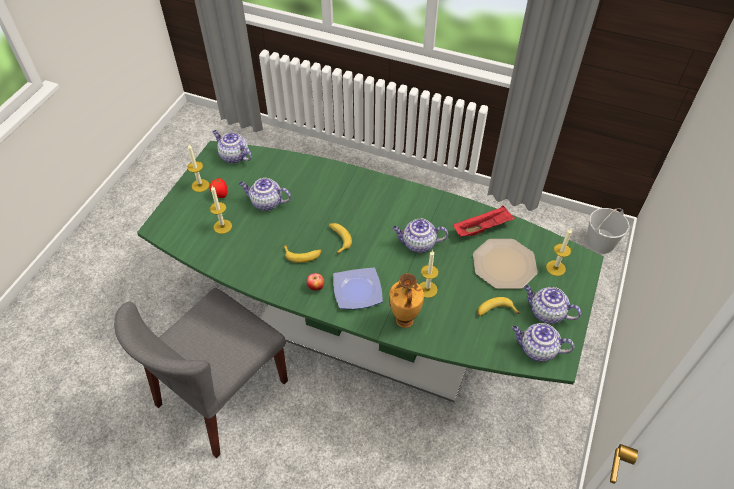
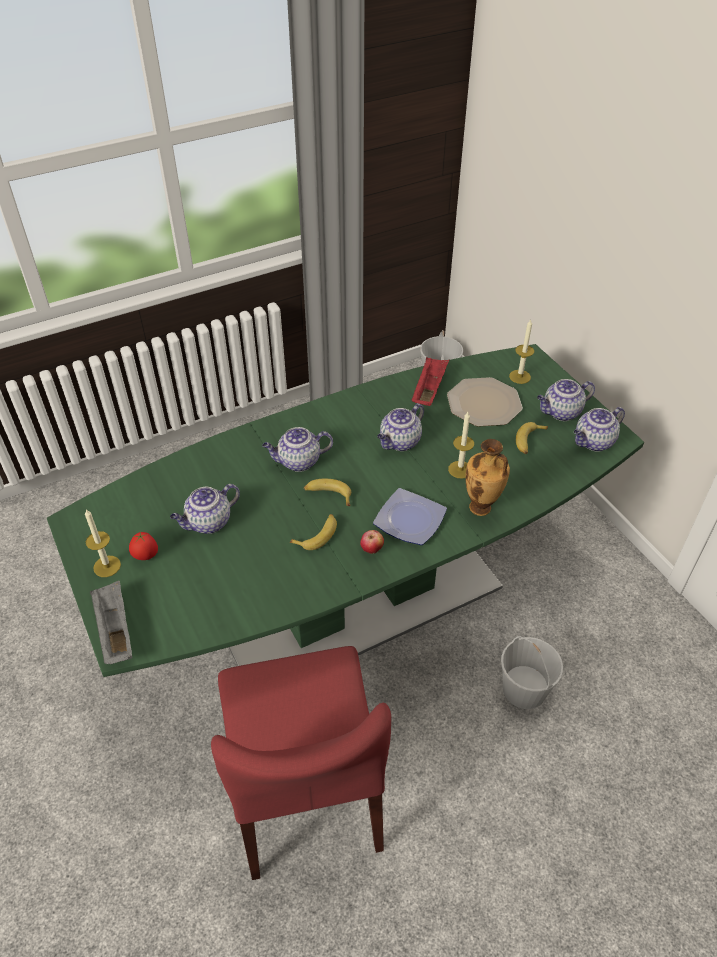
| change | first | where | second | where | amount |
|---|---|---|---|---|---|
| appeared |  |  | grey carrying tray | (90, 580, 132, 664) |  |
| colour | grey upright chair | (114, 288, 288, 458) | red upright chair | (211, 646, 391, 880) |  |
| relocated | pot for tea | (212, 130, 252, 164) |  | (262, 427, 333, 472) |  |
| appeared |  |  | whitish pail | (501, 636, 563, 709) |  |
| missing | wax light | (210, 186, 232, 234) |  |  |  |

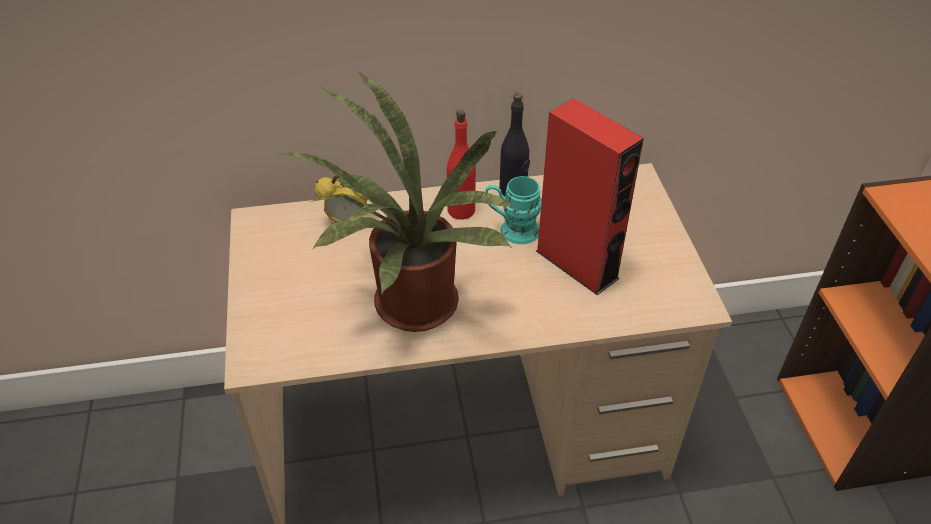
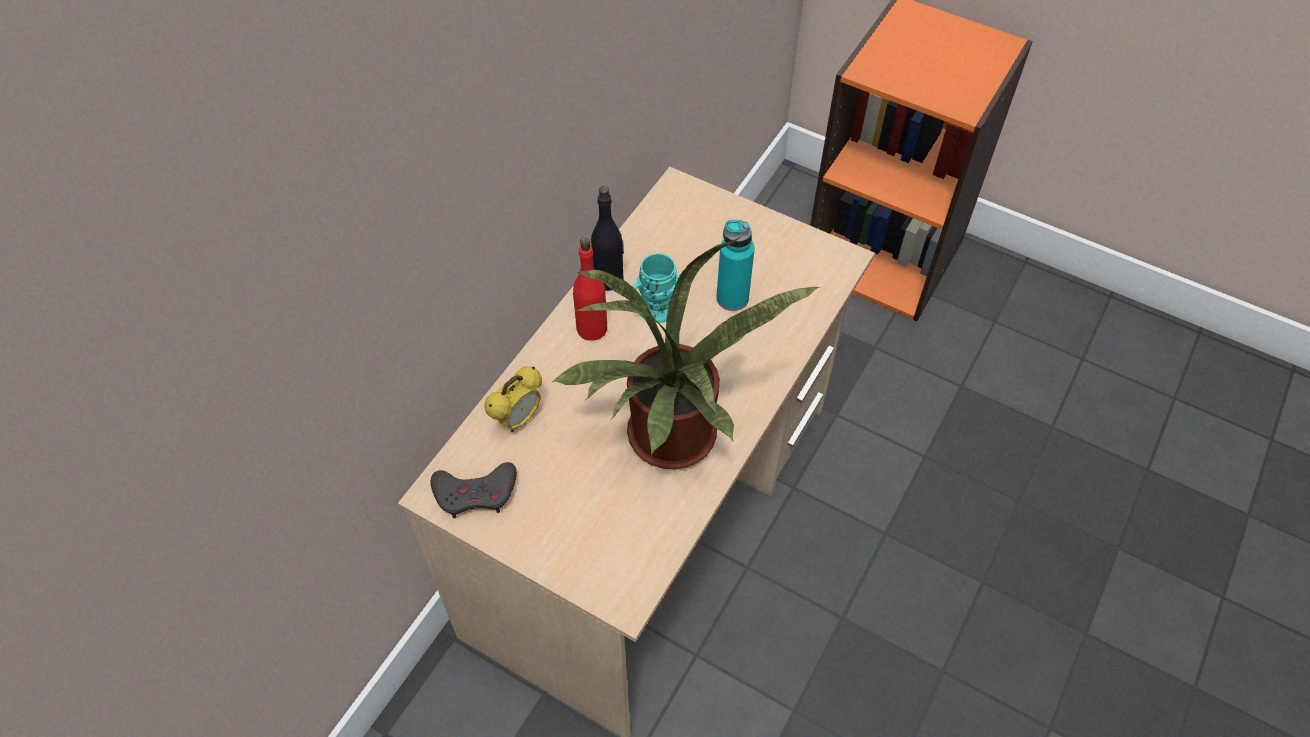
| change | first | where | second | where | amount |
|---|---|---|---|---|---|
| appeared |  |  | grey gamepad | (431, 462, 517, 518) |  |
| exchanged | red loudspeaker | (536, 98, 644, 295) | turquoise drink bottle | (716, 220, 755, 311) |  |

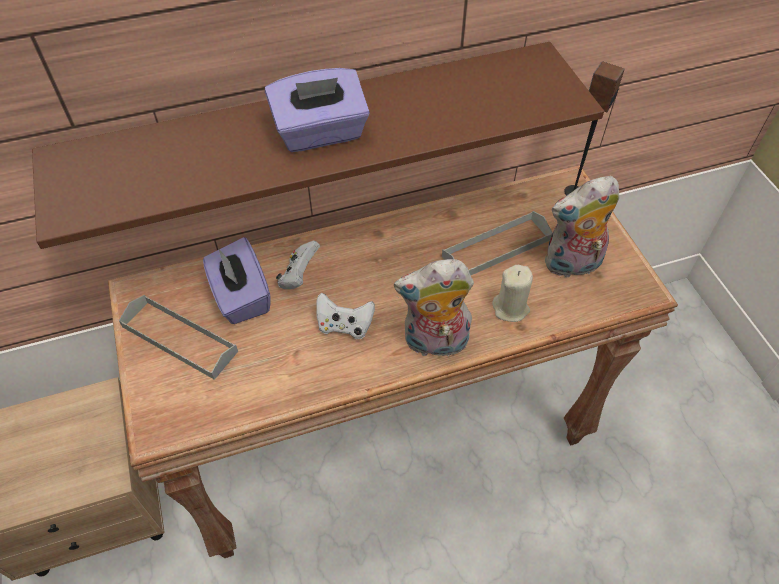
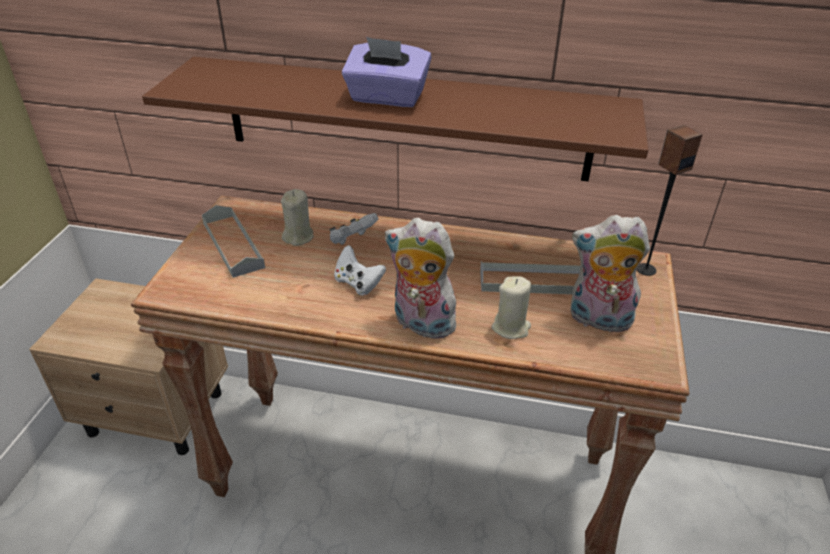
| change | first | where | second | where | amount |
|---|---|---|---|---|---|
| exchanged | purple-coloured tissue holder | (203, 237, 271, 324) | beige-coloured wax light | (281, 189, 314, 246) |  |

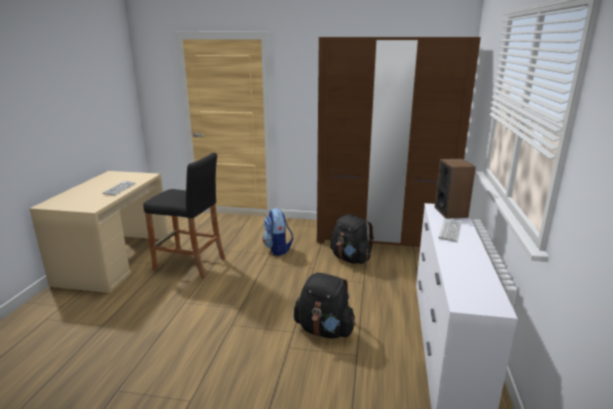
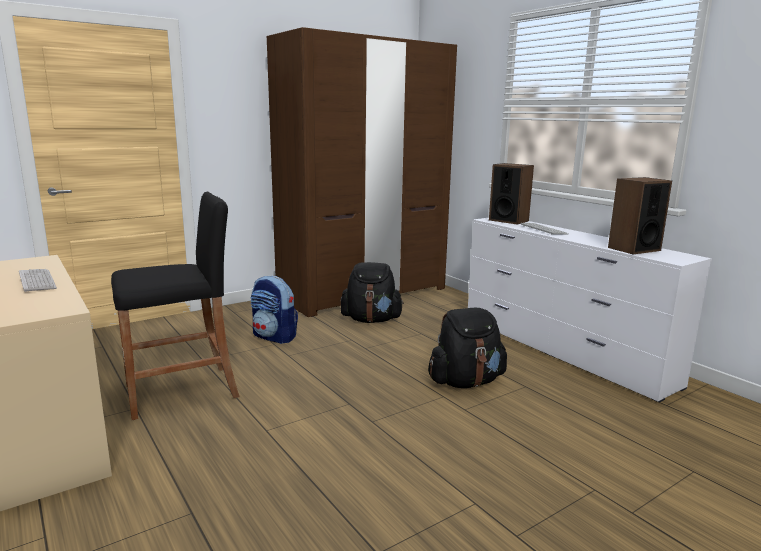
| change | first | where | second | where | amount |
|---|---|---|---|---|---|
| appeared |  |  | loudspeaker | (608, 177, 672, 255) |  |

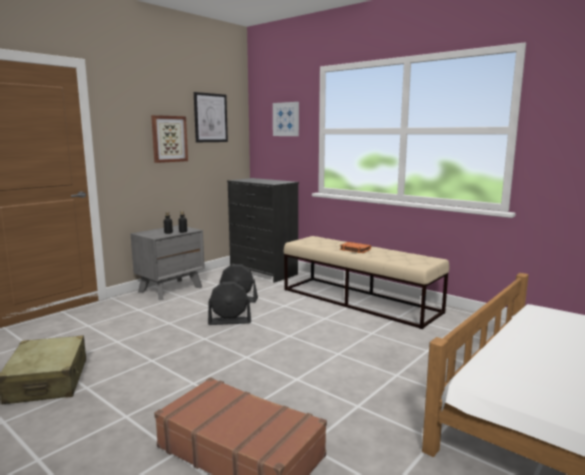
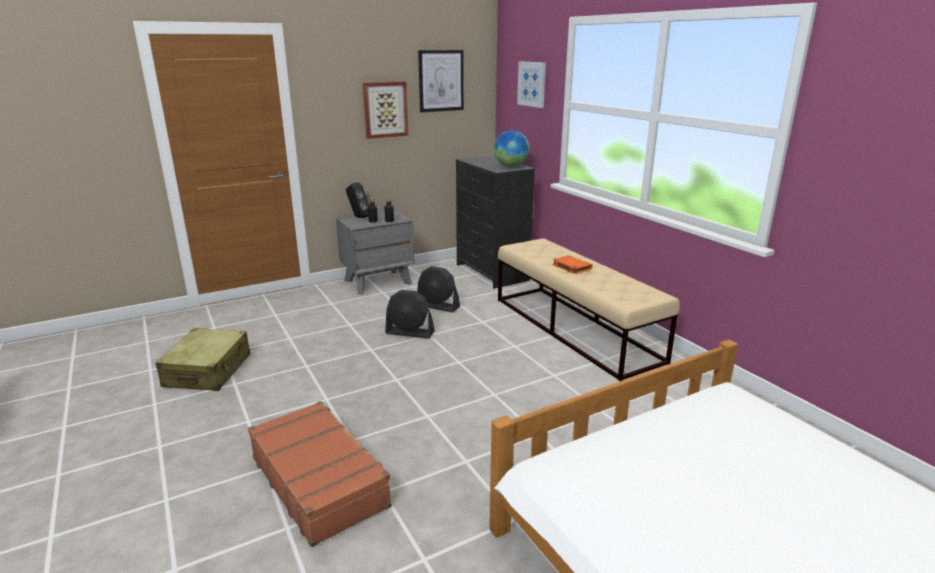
| change | first | where | second | where | amount |
|---|---|---|---|---|---|
| appeared |  |  | black loudspeaker | (346, 182, 369, 218) |  |
| appeared |  |  | desk globe | (494, 130, 530, 167) |  |

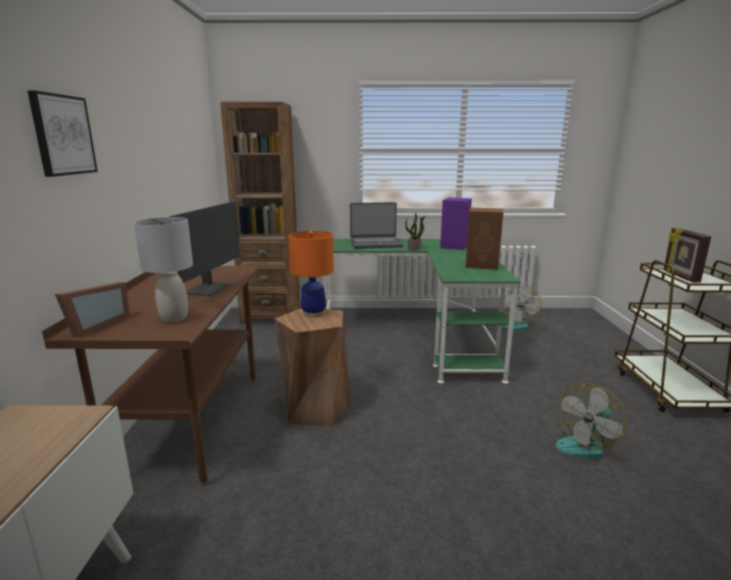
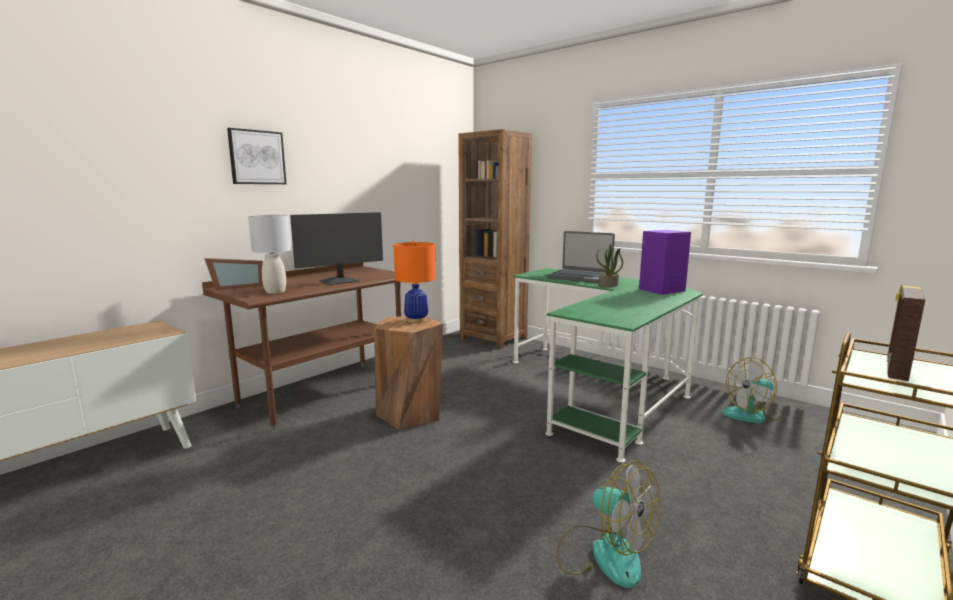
| change | first | where | second | where | amount |
|---|---|---|---|---|---|
| spun | cooling fan | (555, 383, 627, 459) |  | (556, 461, 660, 588) | 135 degrees counterclockwise |
| missing | brown-coloured loudspeaker | (465, 208, 503, 270) |  |  |  |

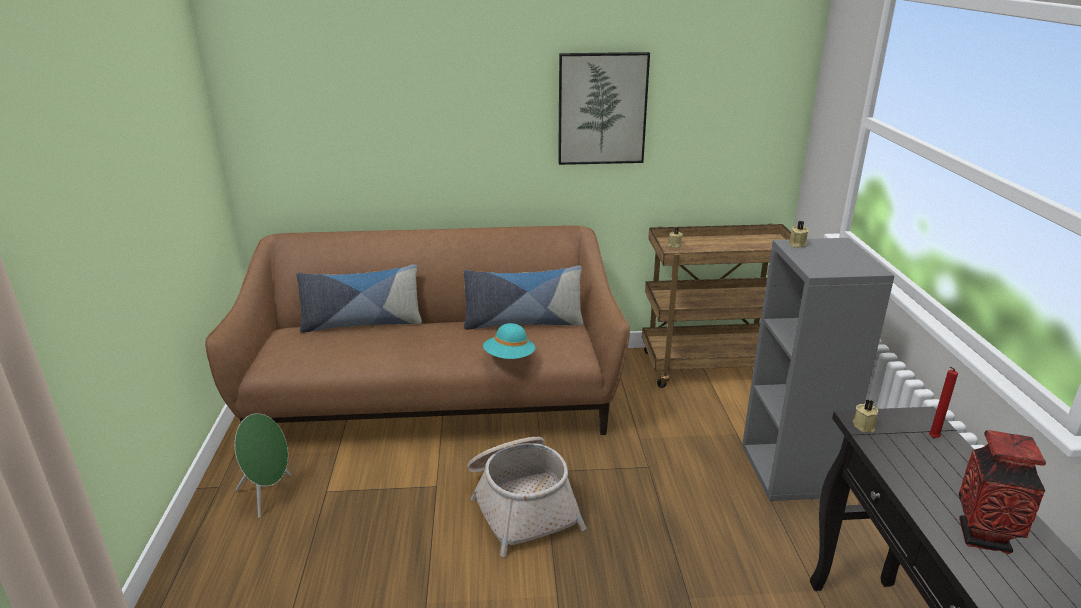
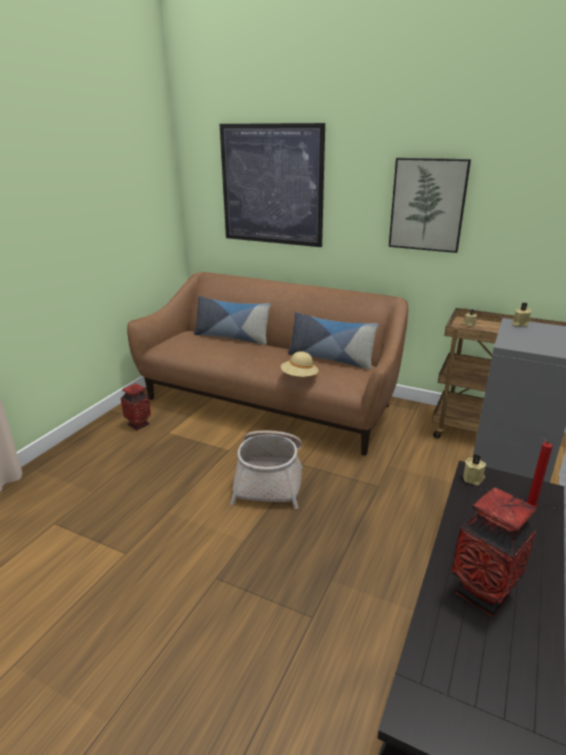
| change | first | where | second | where | amount |
|---|---|---|---|---|---|
| exchanged | green-coloured loudspeaker | (235, 413, 291, 518) | flower vase | (121, 383, 151, 430) |  |
| appeared |  |  | picture | (220, 123, 325, 247) |  |
| colour | turquoise wearable hat | (483, 323, 536, 359) | beige-coloured wearable hat | (281, 351, 318, 377) |  |

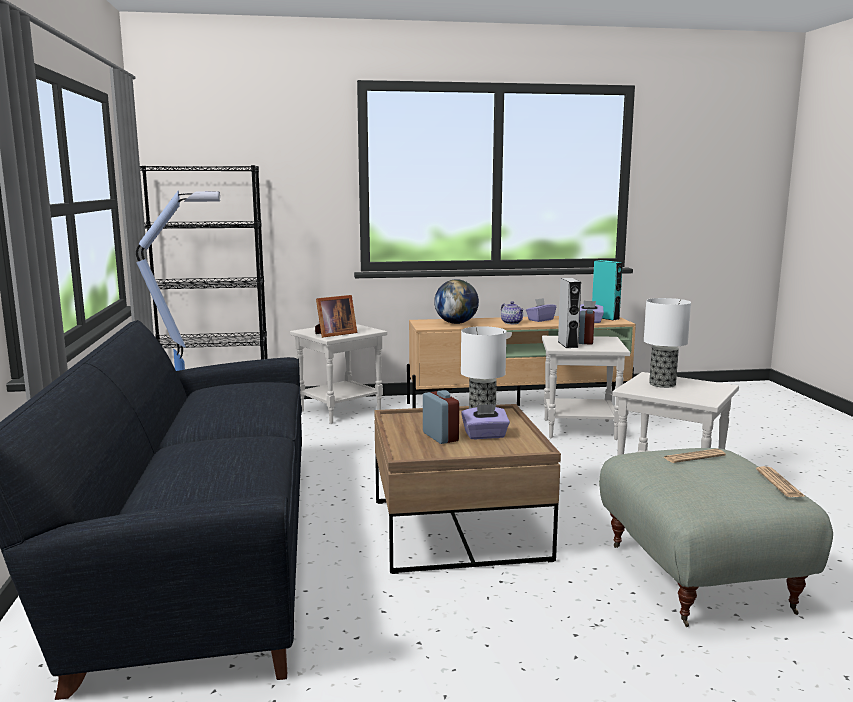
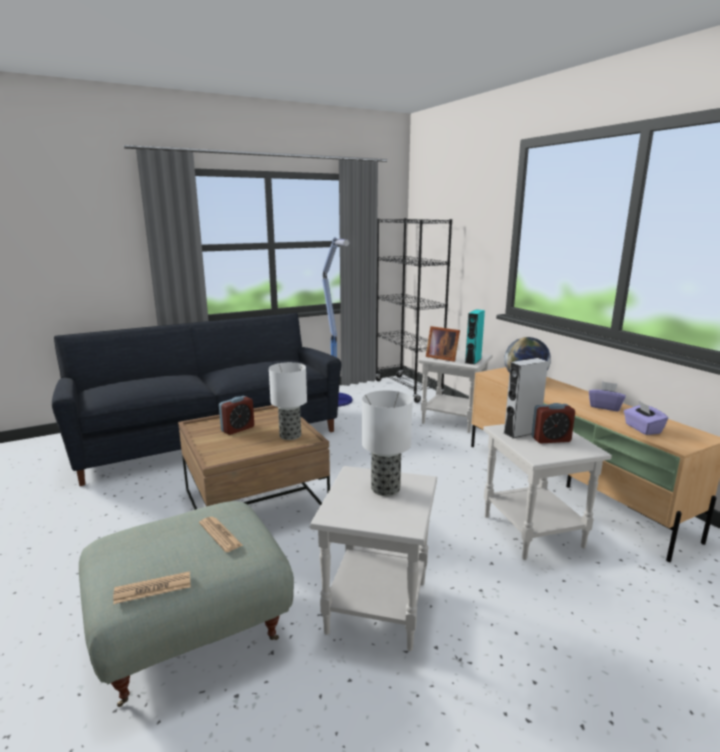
| change | first | where | second | where | amount |
|---|---|---|---|---|---|
| relocated | turquoise loudspeaker | (592, 260, 623, 321) |  | (465, 309, 485, 365) |  |
| missing | purple-coloured tissue holder | (461, 404, 510, 439) |  |  |  |
| missing | pot for tea | (501, 301, 524, 324) |  |  |  |

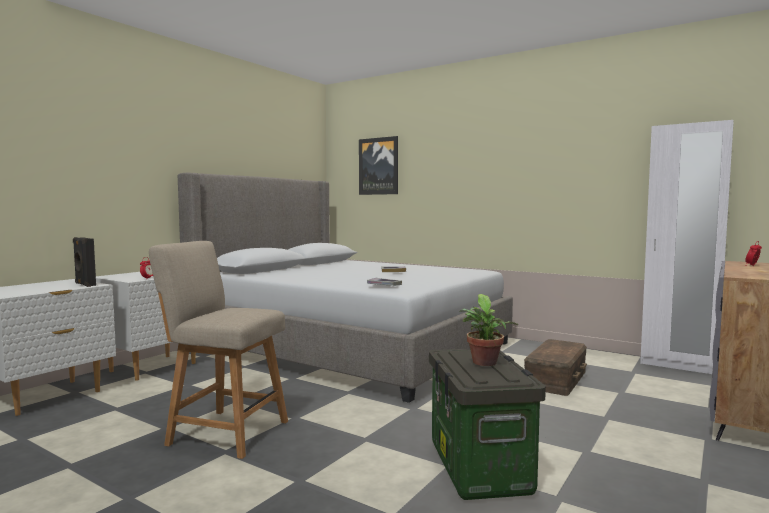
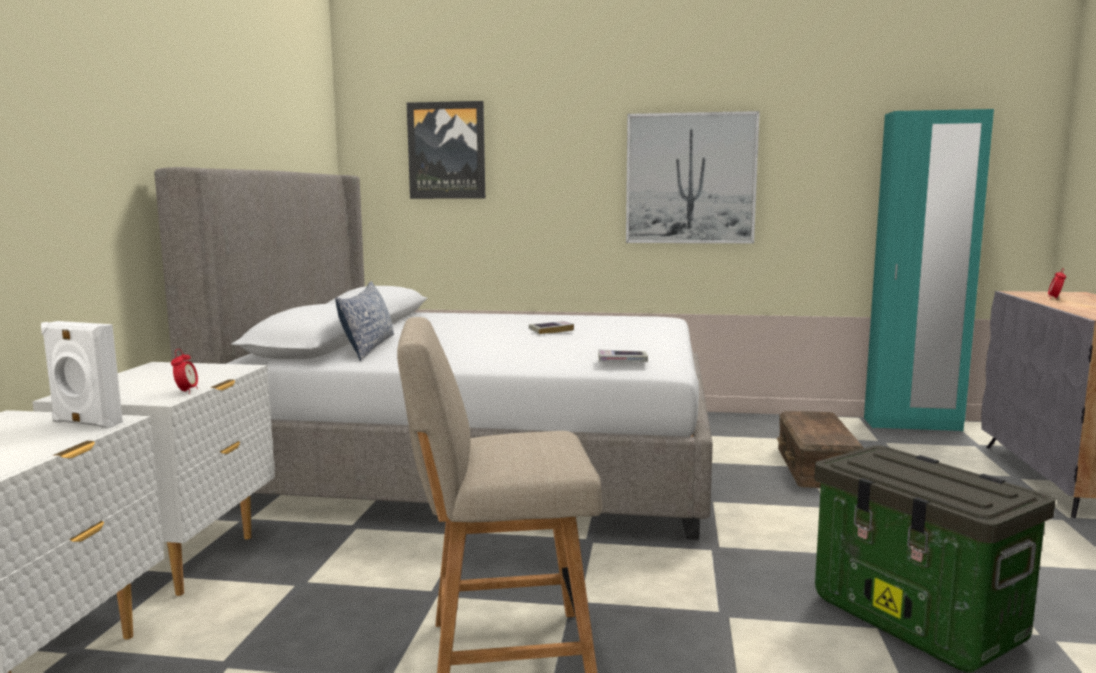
| change | first | where | second | where | amount |
|---|---|---|---|---|---|
| colour | black loudspeaker | (73, 237, 96, 287) | whitish loudspeaker | (41, 321, 123, 428) |  |
| appeared |  |  | throw pillow | (335, 281, 394, 361) |  |
| appeared |  |  | picture | (626, 111, 760, 243) |  |
| colour | whitish clothes cupboard | (640, 120, 734, 374) | turquoise clothes cupboard | (864, 109, 994, 431) |  |
| missing | plant in a pot | (460, 294, 518, 366) |  |  |  |

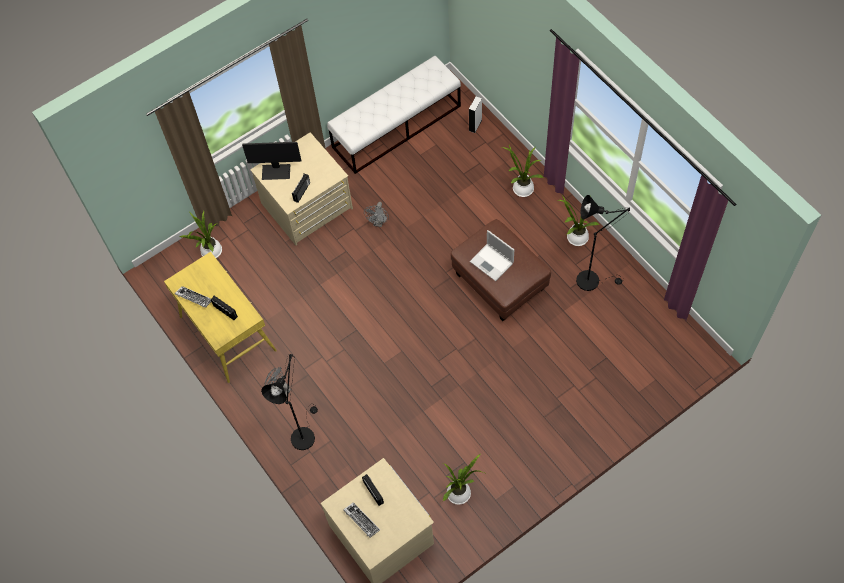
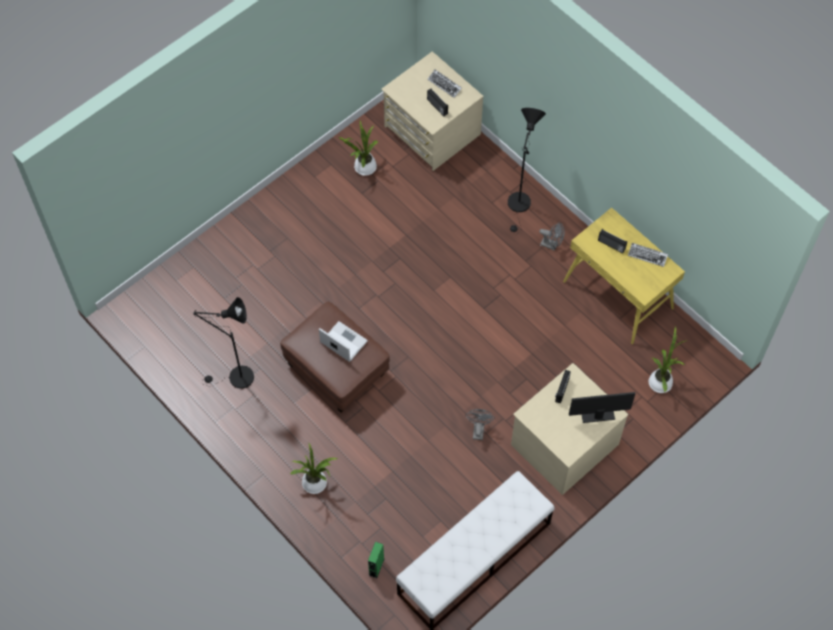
| change | first | where | second | where | amount |
|---|---|---|---|---|---|
| colour | whitish loudspeaker | (469, 97, 482, 133) | green-coloured loudspeaker | (368, 542, 384, 578) |  |
| missing | plant in a pot | (558, 195, 599, 246) |  |  |  |

